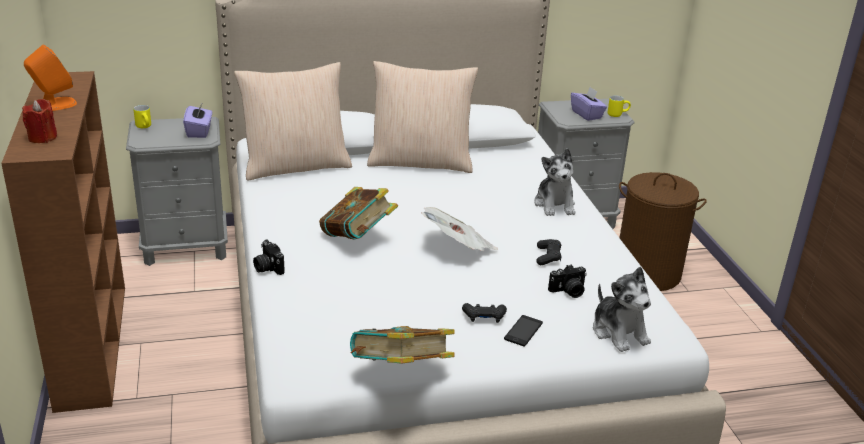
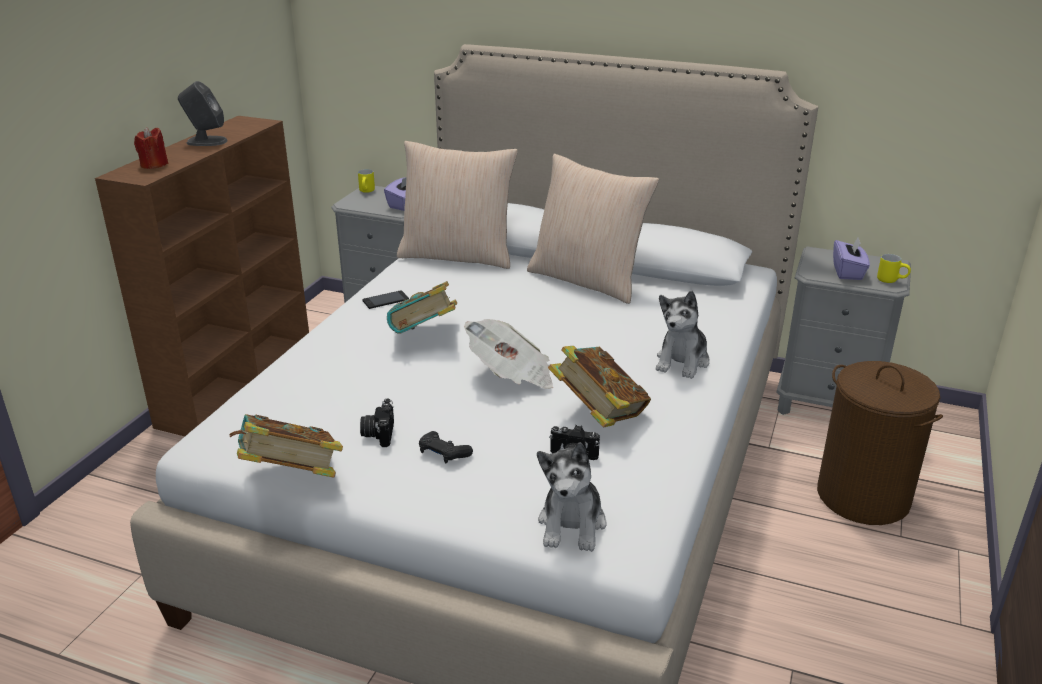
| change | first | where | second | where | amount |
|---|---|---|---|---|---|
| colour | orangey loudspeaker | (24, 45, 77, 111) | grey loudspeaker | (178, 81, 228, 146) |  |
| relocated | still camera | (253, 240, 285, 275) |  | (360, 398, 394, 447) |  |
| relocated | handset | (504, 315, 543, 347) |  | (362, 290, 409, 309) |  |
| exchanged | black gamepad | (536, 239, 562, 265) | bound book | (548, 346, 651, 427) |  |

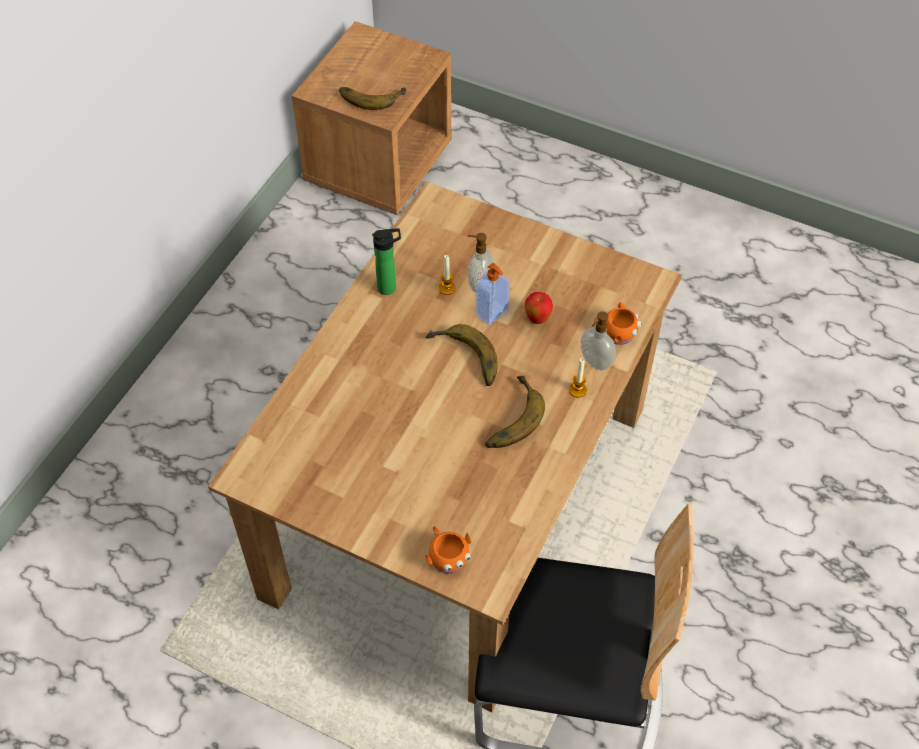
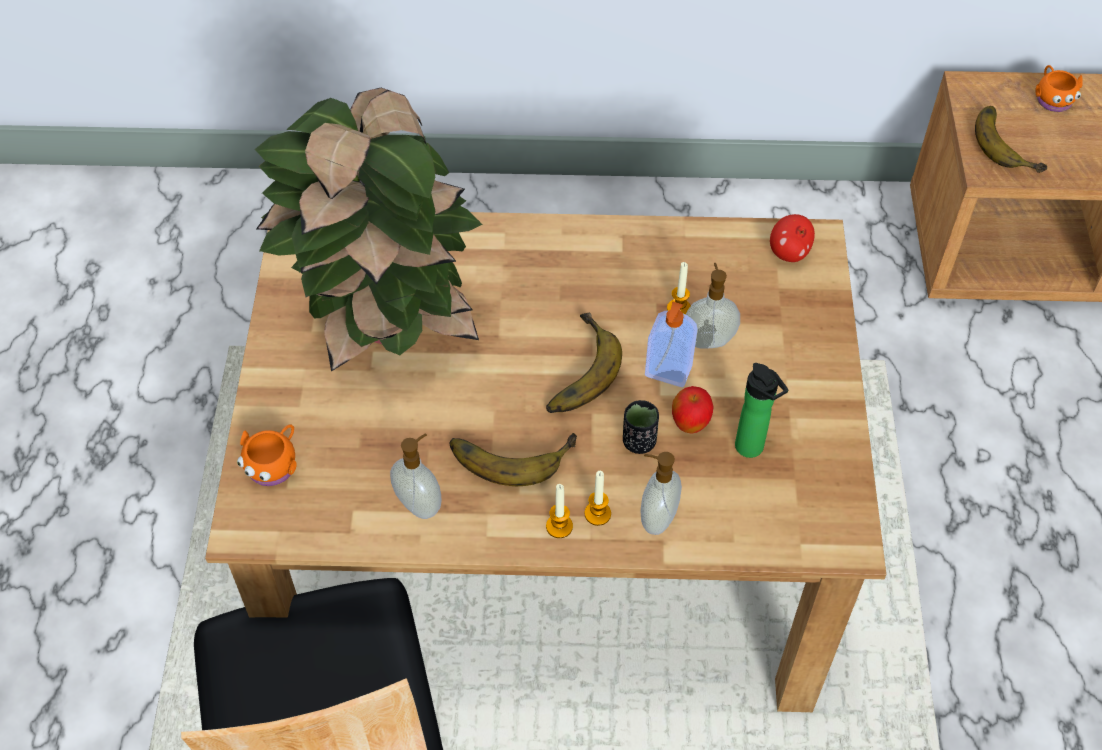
| change | first | where | second | where | amount |
|---|---|---|---|---|---|
| appeared |  |  | plant in a pot | (254, 88, 483, 371) |  |
| appeared |  |  | liquid soap bottle | (390, 433, 442, 519) |  |
| appeared |  |  | wax light | (546, 484, 573, 538) |  |
| appeared |  |  | black small cup | (623, 400, 659, 454) |  |
| relocated | drink bottle | (372, 228, 401, 295) |  | (735, 363, 788, 458) |  |
| appeared |  |  | apple | (770, 214, 815, 262) |  |
| relocated | orangey mug | (594, 302, 642, 345) |  | (1035, 65, 1083, 112) |  |

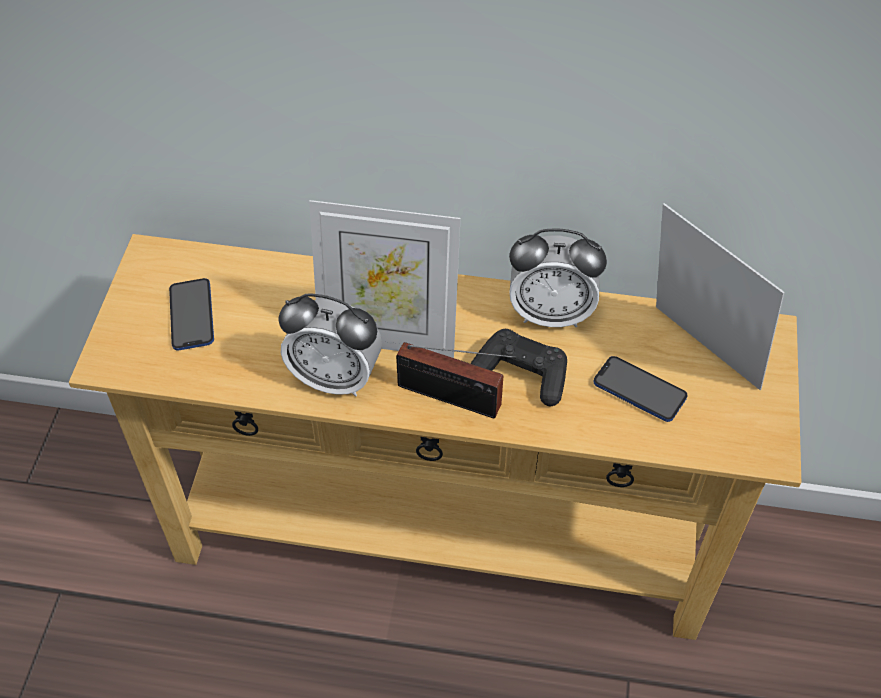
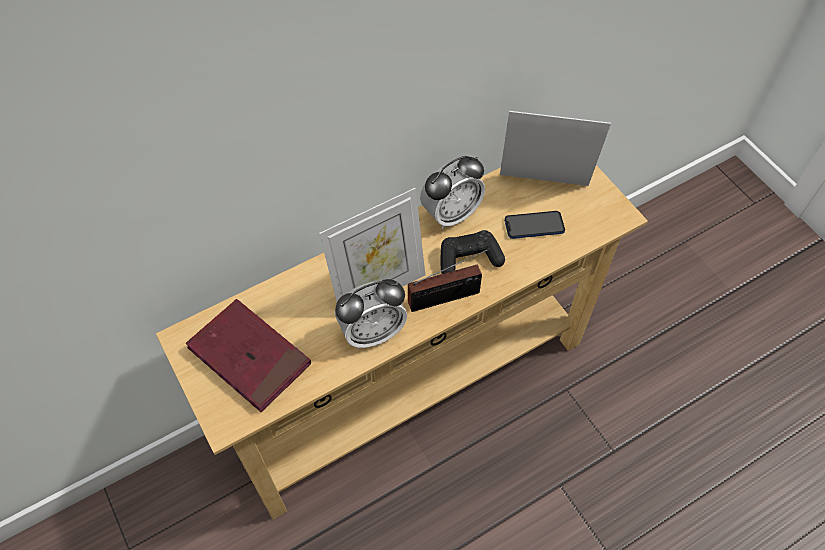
| change | first | where | second | where | amount |
|---|---|---|---|---|---|
| exchanged | handset | (169, 278, 214, 351) | red bound book | (186, 299, 311, 412) |  |

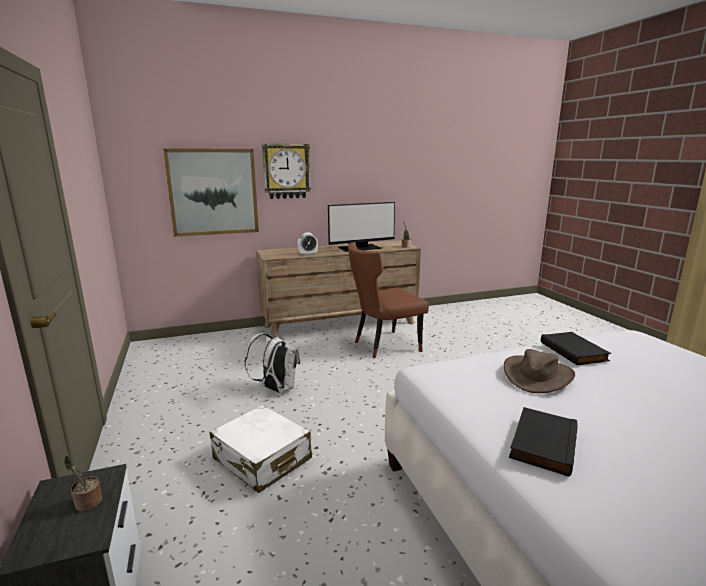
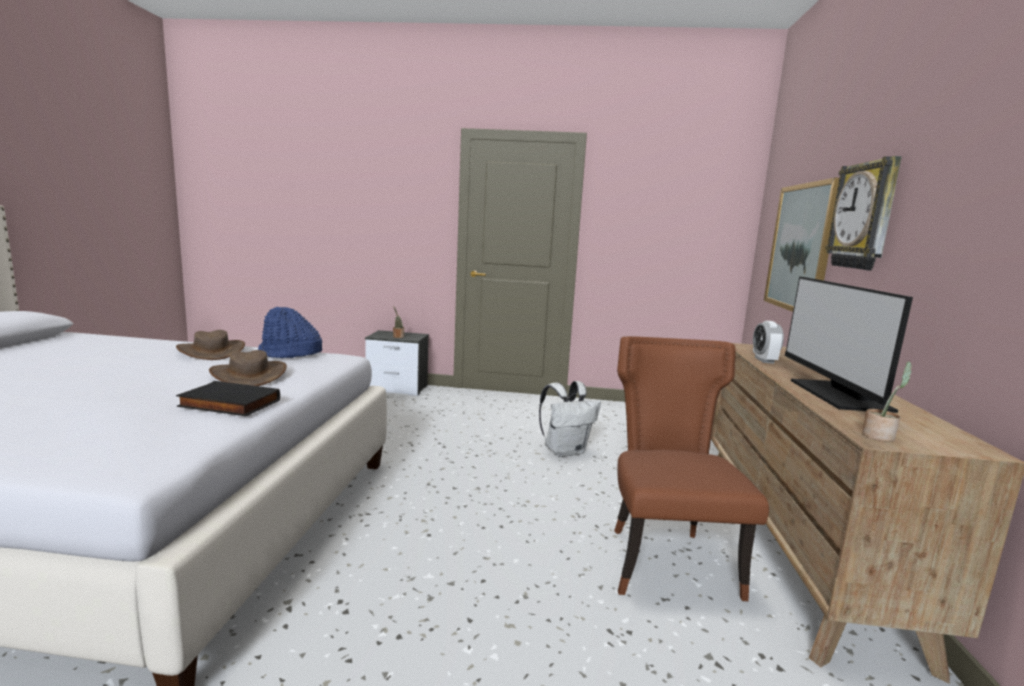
| change | first | where | second | where | amount |
|---|---|---|---|---|---|
| exchanged | black bound book | (509, 407, 578, 477) | brown-coloured wearable hat | (176, 330, 245, 360) |  |
| appeared |  |  | bluish wearable hat | (258, 307, 322, 358) |  |
| missing | whitish travel case | (210, 405, 312, 493) |  |  |  |

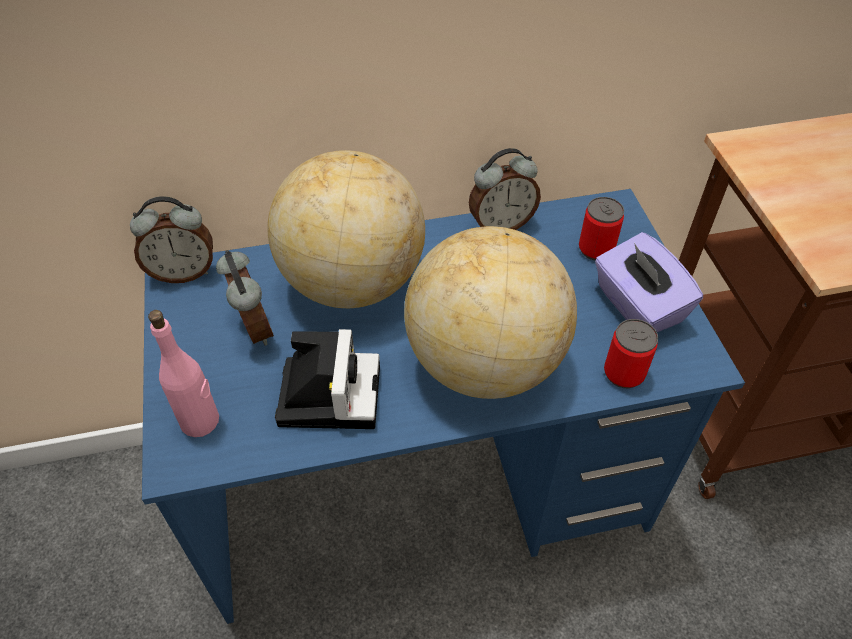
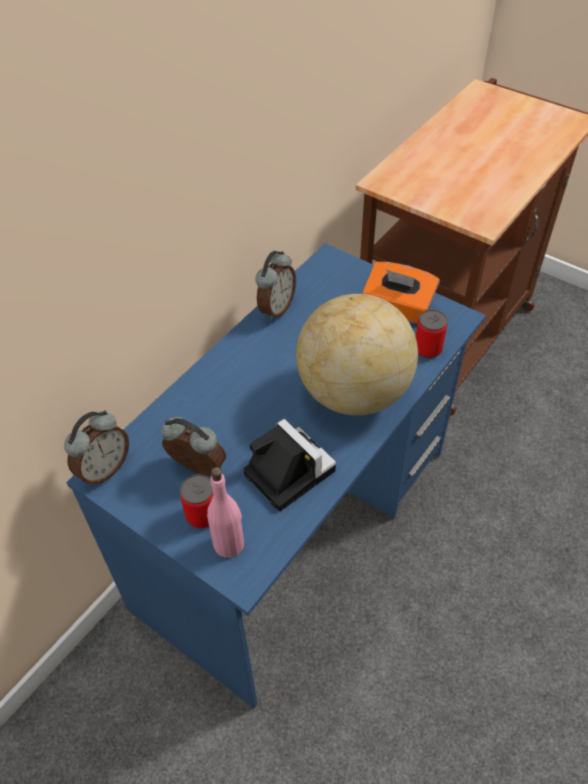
| change | first | where | second | where | amount |
|---|---|---|---|---|---|
| relocated | can | (579, 197, 624, 260) |  | (180, 475, 214, 528) |  |
| colour | purple-coloured tissue holder | (595, 232, 703, 332) | orangey tissue holder | (363, 262, 439, 324) |  |
| missing | desk globe | (268, 150, 425, 308) |  |  |  |

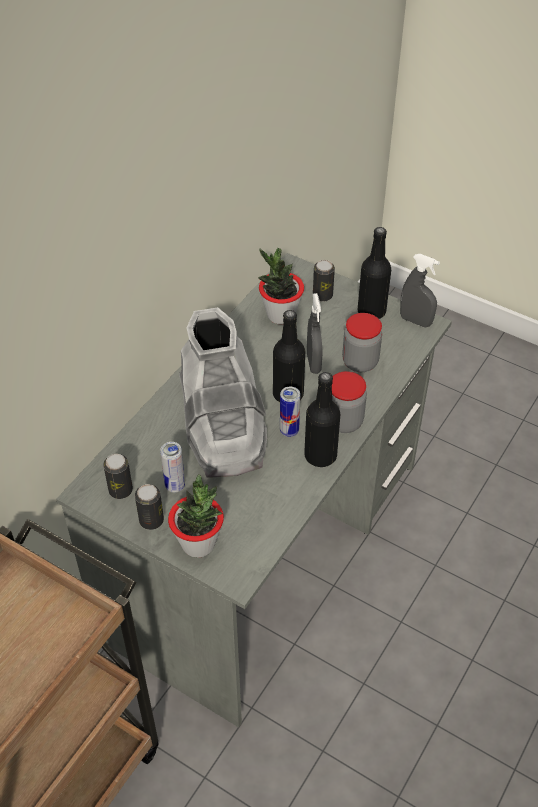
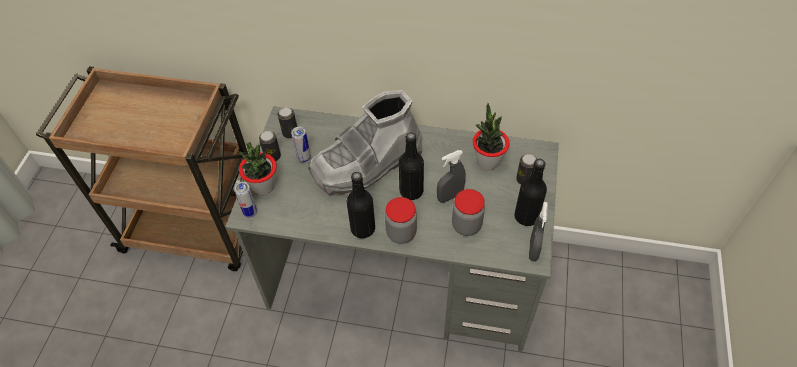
| change | first | where | second | where | amount |
|---|---|---|---|---|---|
| relocated | can | (280, 386, 300, 437) |  | (234, 182, 257, 218) |  |

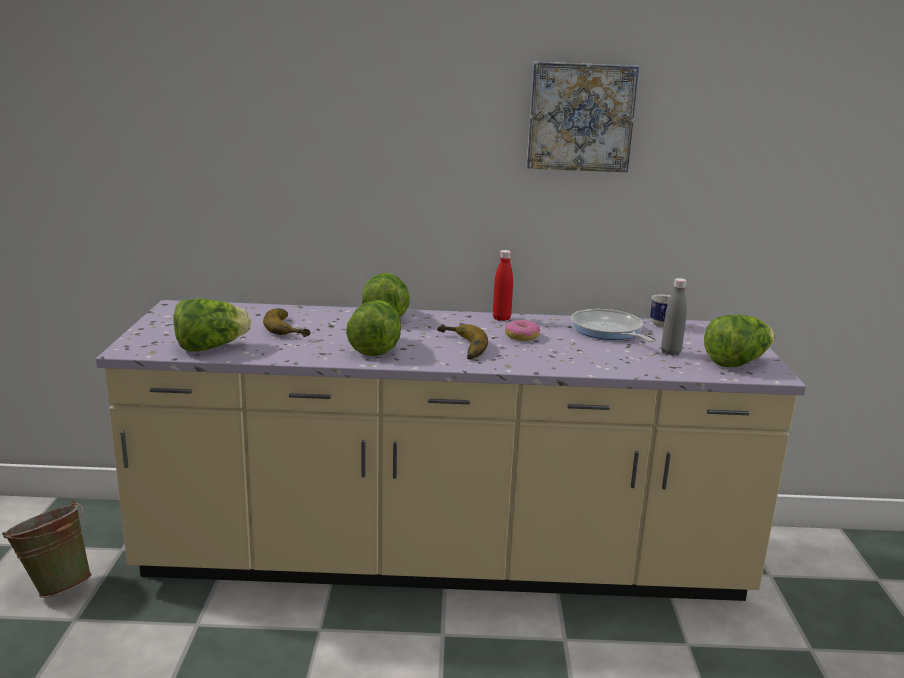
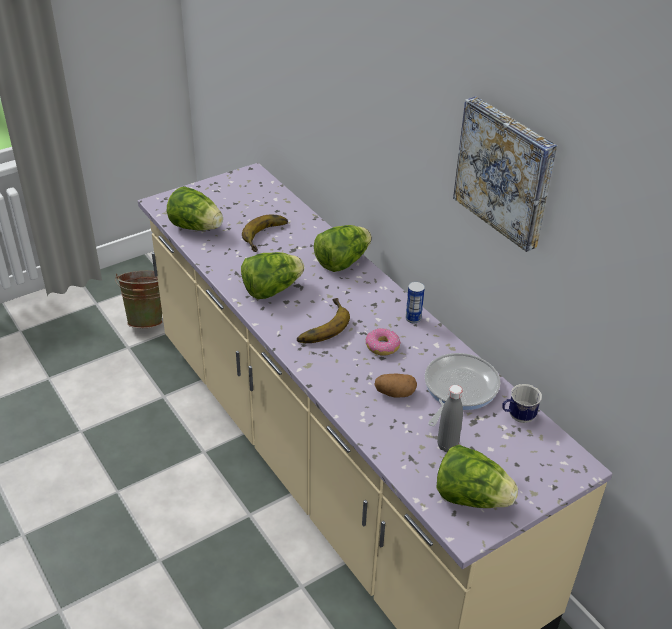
| change | first | where | second | where | amount |
|---|---|---|---|---|---|
| appeared |  |  | whole potato | (374, 374, 417, 397) |  |
| exchanged | red drink bottle | (493, 250, 513, 321) | can | (406, 281, 425, 323) |  |

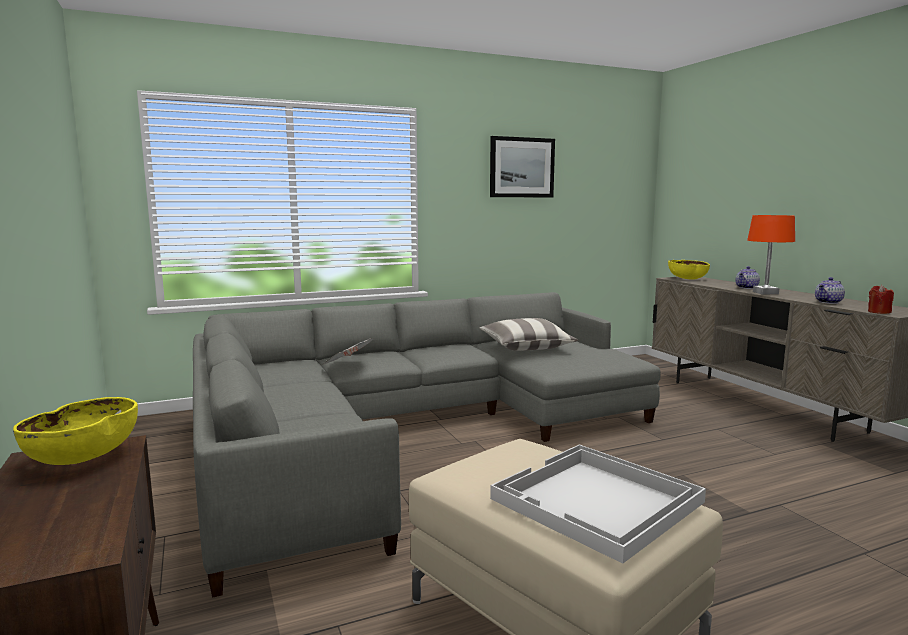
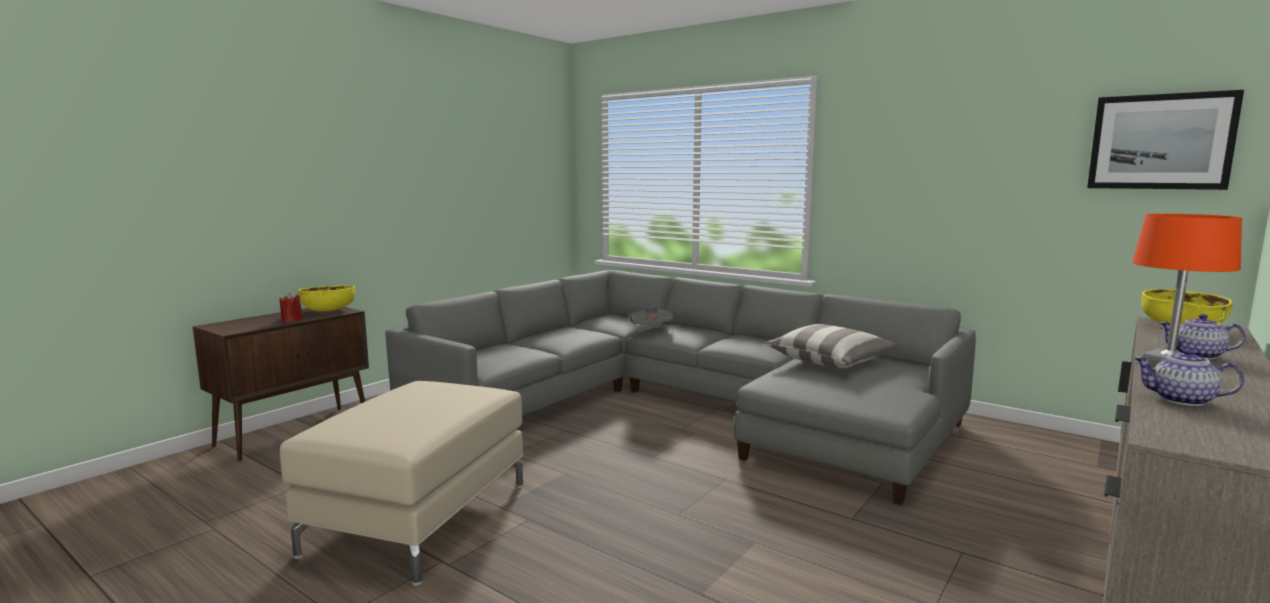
| change | first | where | second | where | amount |
|---|---|---|---|---|---|
| relocated | red wax light | (868, 285, 894, 314) |  | (280, 293, 303, 322) |  |
| relocated | picture | (490, 136, 555, 197) |  | (1087, 90, 1244, 190) |  |
| missing | whitish carrying tray | (490, 444, 706, 564) |  |  |  |

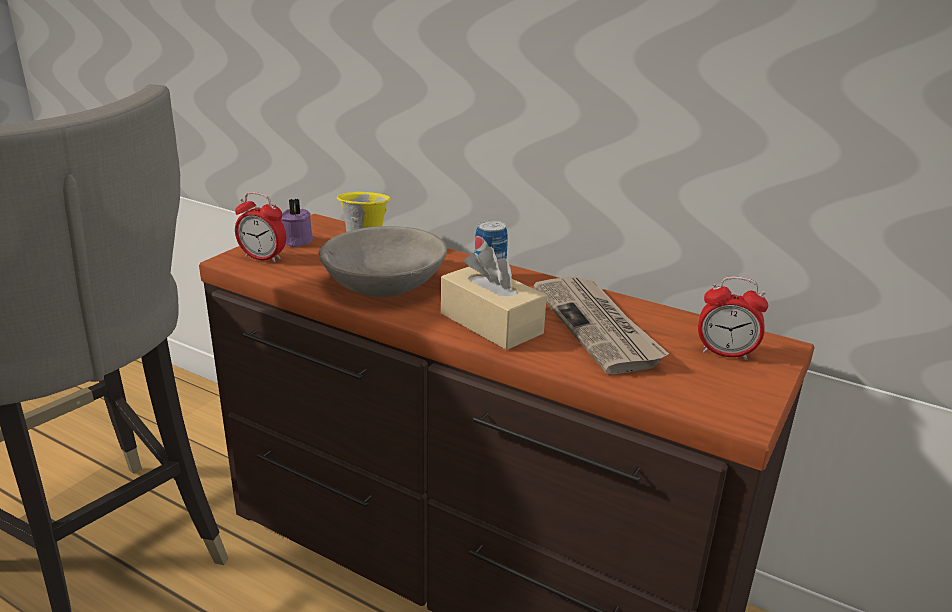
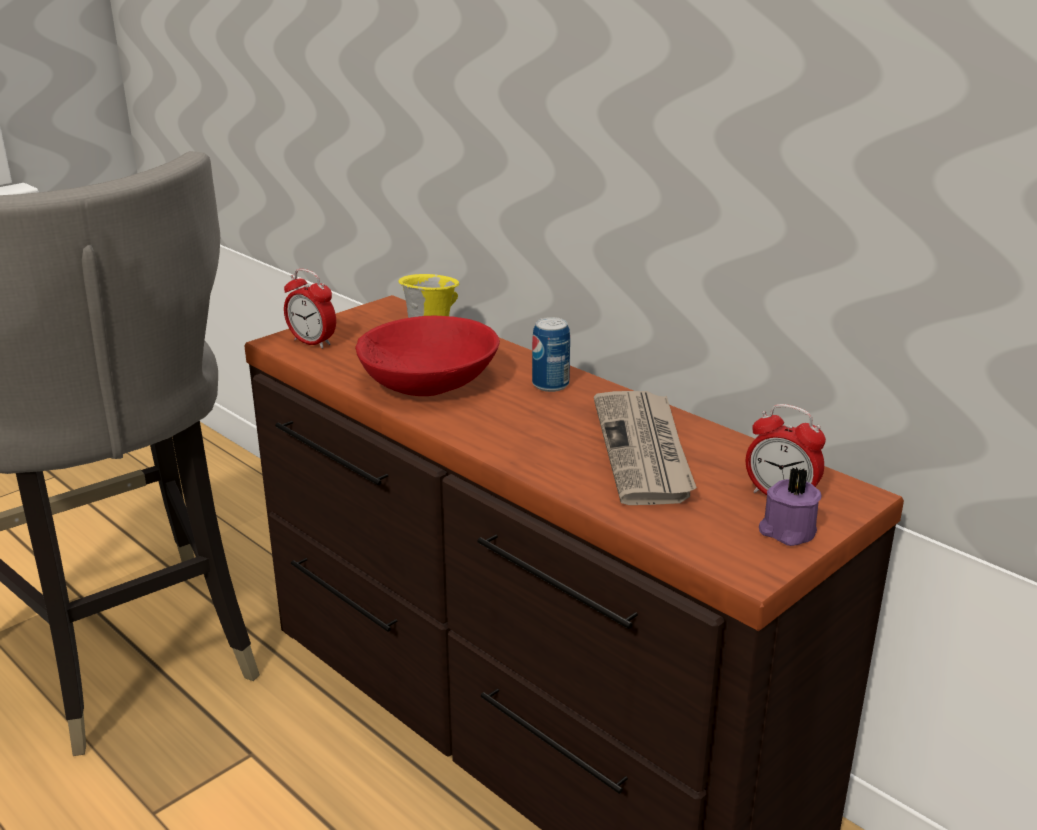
| change | first | where | second | where | amount |
|---|---|---|---|---|---|
| colour | grey bowl | (318, 226, 447, 297) | red bowl | (355, 316, 500, 396) |  |
| relocated | purple-coloured wax light | (281, 199, 314, 247) |  | (759, 467, 821, 546) |  |
| missing | beige-coloured tissue holder | (441, 247, 547, 350) |  |  |  |

